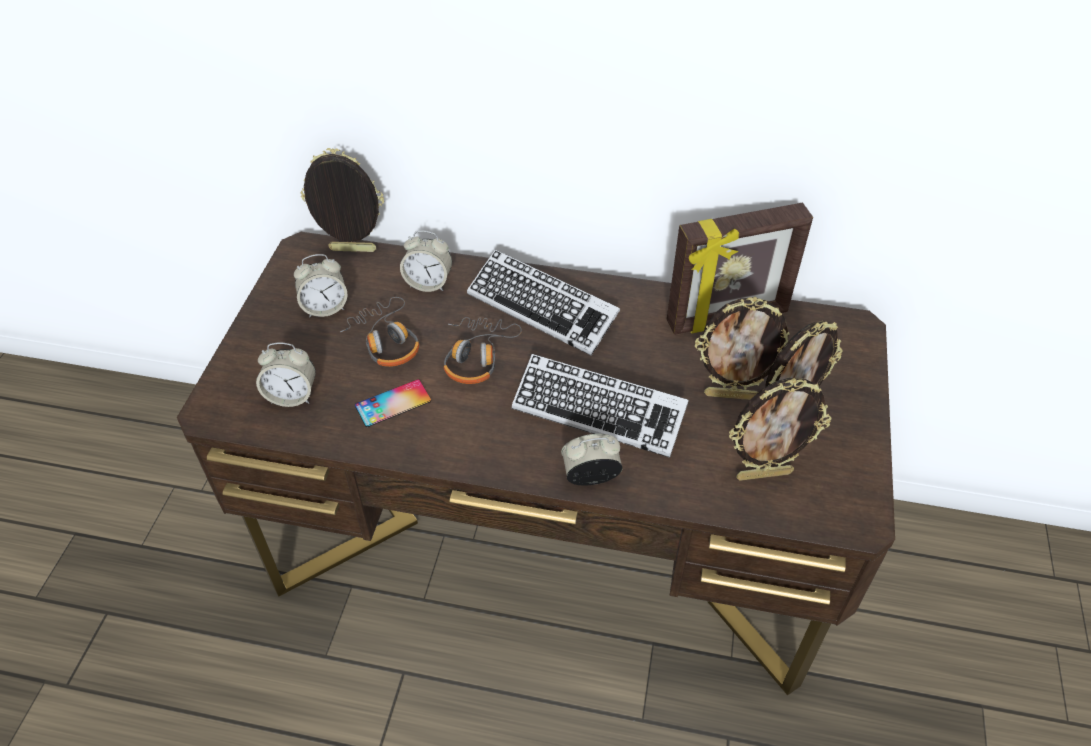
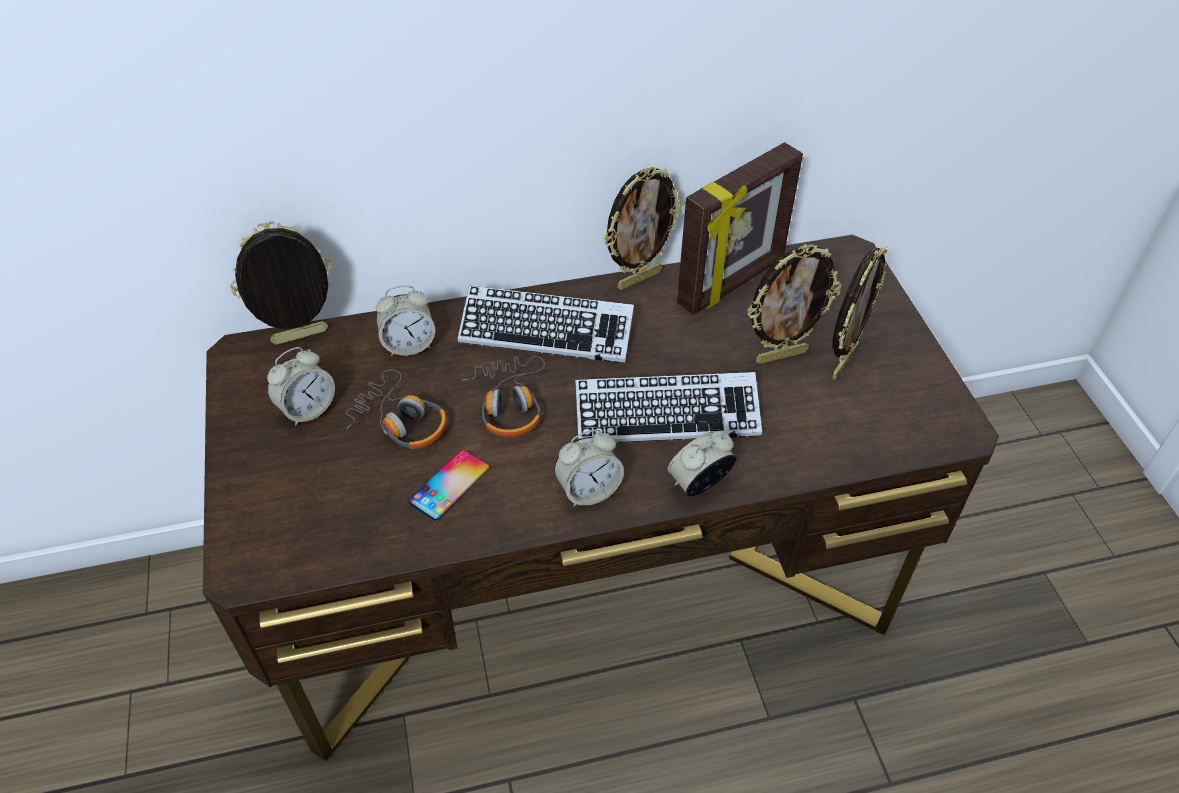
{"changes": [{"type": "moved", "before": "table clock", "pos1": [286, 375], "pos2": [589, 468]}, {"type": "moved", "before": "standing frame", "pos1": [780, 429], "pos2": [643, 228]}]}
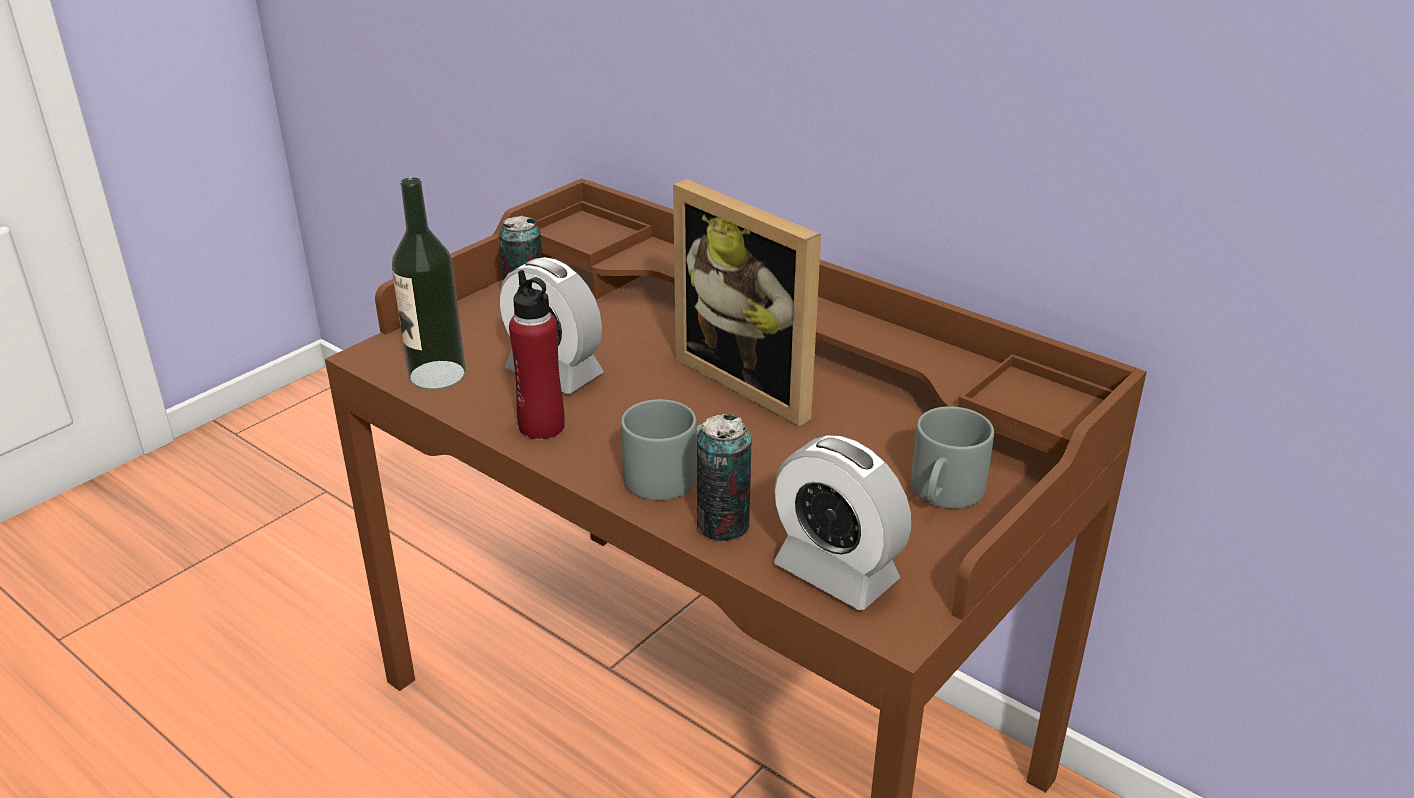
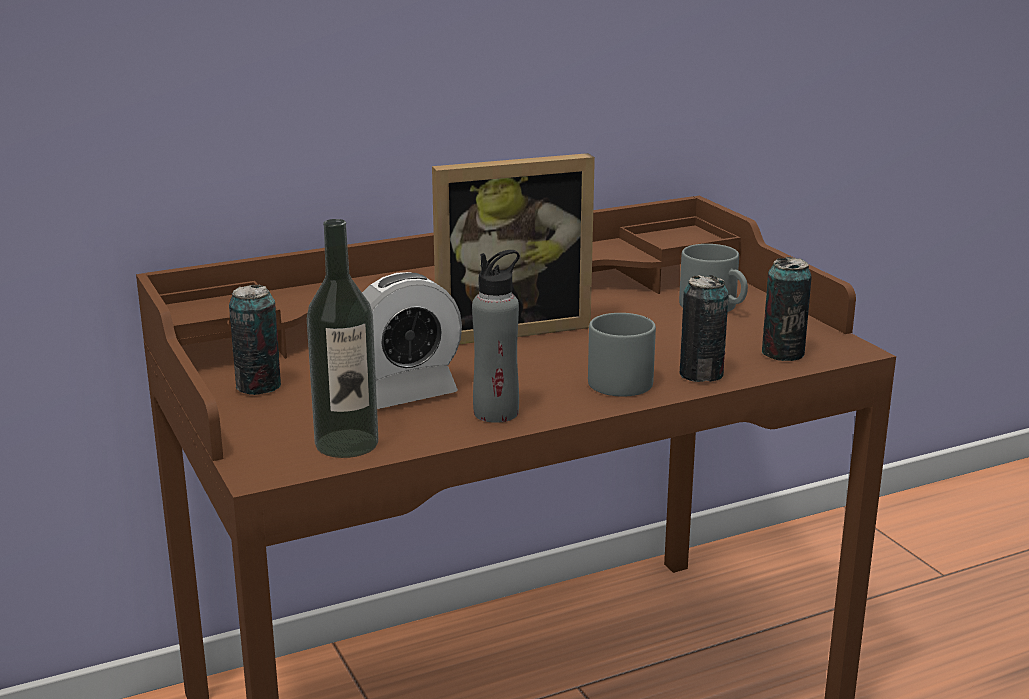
{"changes": [{"type": "replaced", "before": "table clock", "after": "metal can", "pos1": [842, 522], "pos2": [787, 309]}, {"type": "recoloured", "before": "red-coloured drink bottle", "after": "greyish drink bottle", "pos1": [537, 355], "pos2": [496, 336]}]}
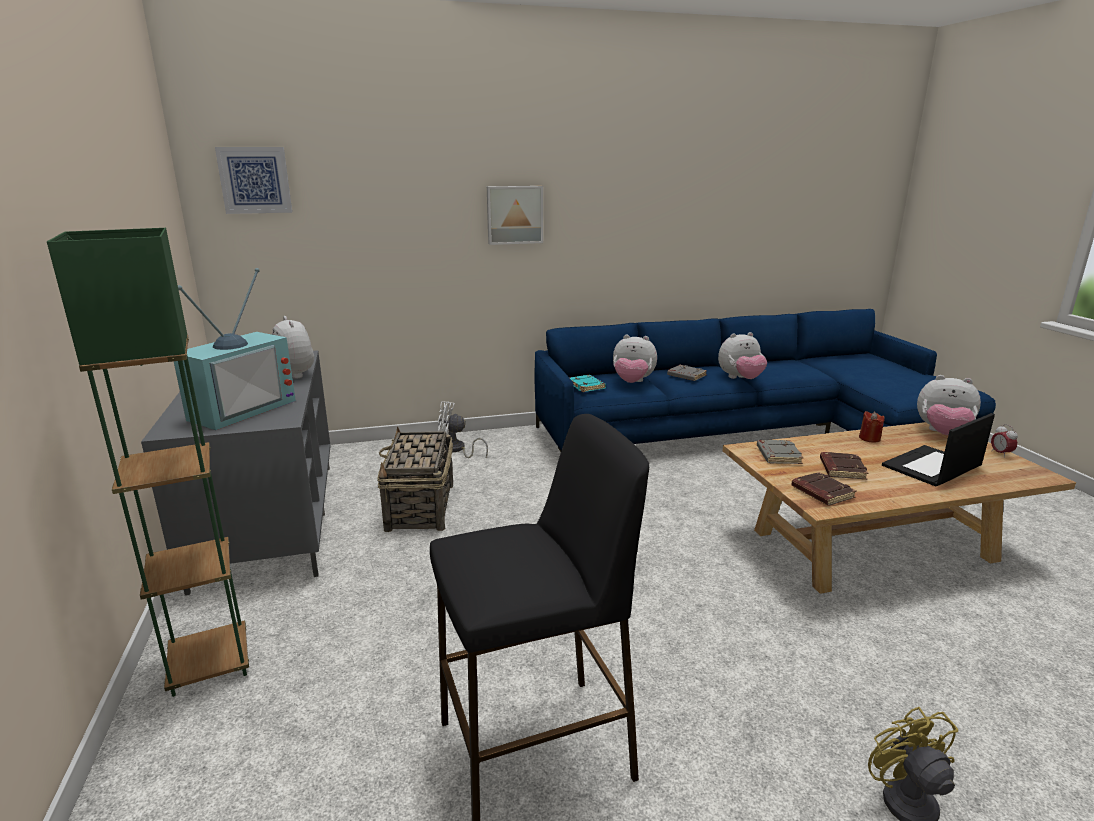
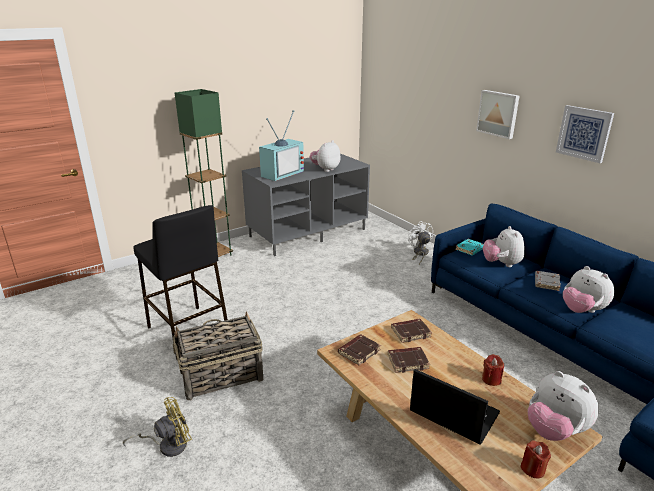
{"changes": [{"type": "moved", "before": "picture", "pos1": [253, 180], "pos2": [585, 134]}, {"type": "moved", "before": "household basket", "pos1": [415, 479], "pos2": [218, 355]}, {"type": "replaced", "before": "table clock", "after": "red-coloured wax light", "pos1": [1004, 441], "pos2": [535, 459]}, {"type": "recoloured", "before": "greyish bound book", "after": "brownish bound book", "pos1": [780, 452], "pos2": [411, 330]}, {"type": "turned", "before": "TV set", "pos1": [234, 349], "pos2": [281, 145], "turn": -60}, {"type": "turned", "before": "cuddly toy", "pos1": [949, 405], "pos2": [563, 406], "turn": -45}]}
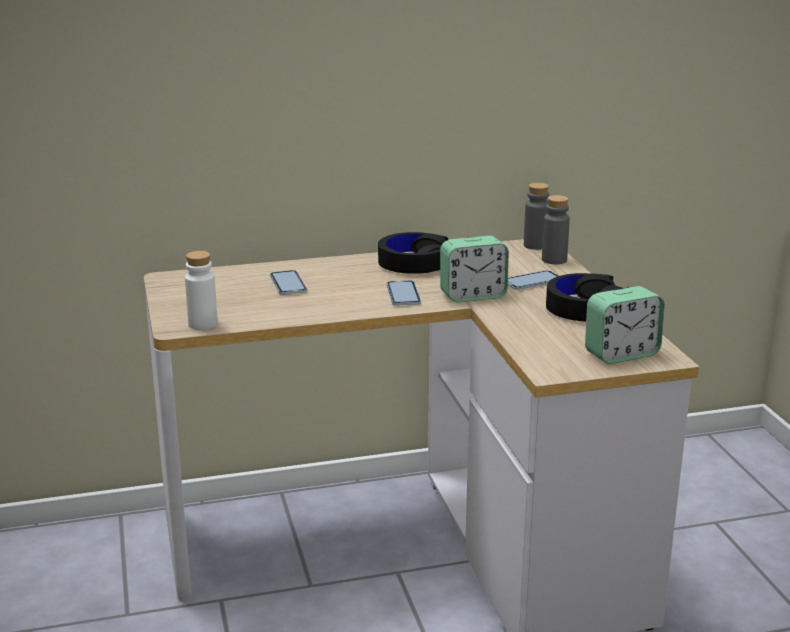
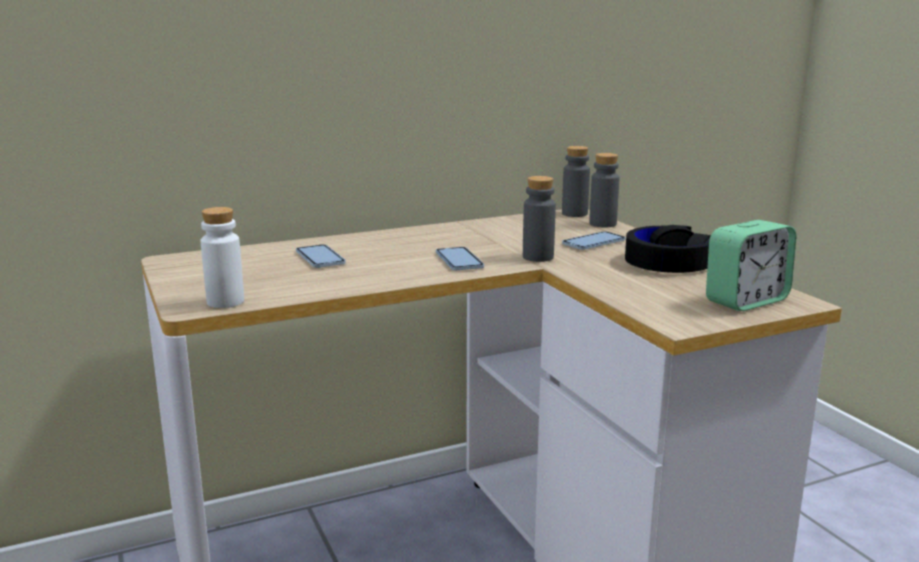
{"changes": [{"type": "removed", "before": "blackish pair of headphones", "pos1": [413, 253]}, {"type": "replaced", "before": "table clock", "after": "greyish drink bottle", "pos1": [474, 269], "pos2": [539, 219]}]}
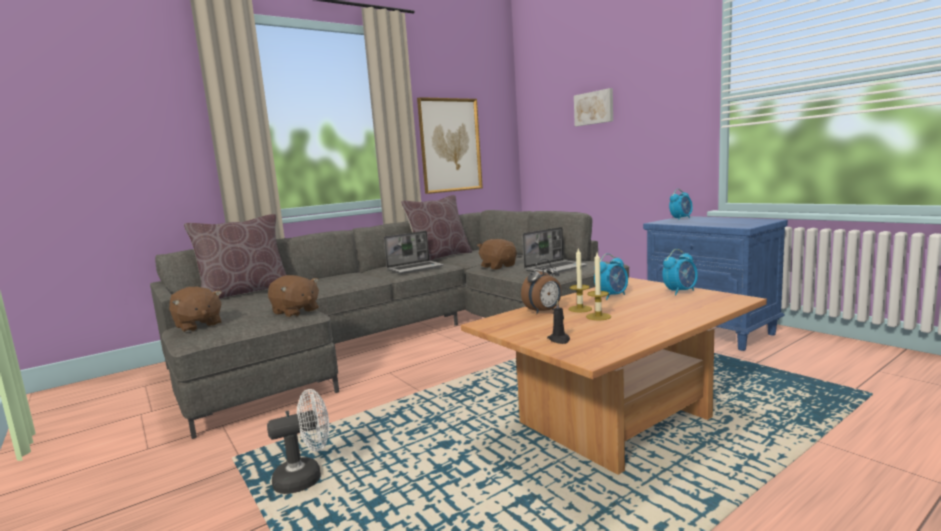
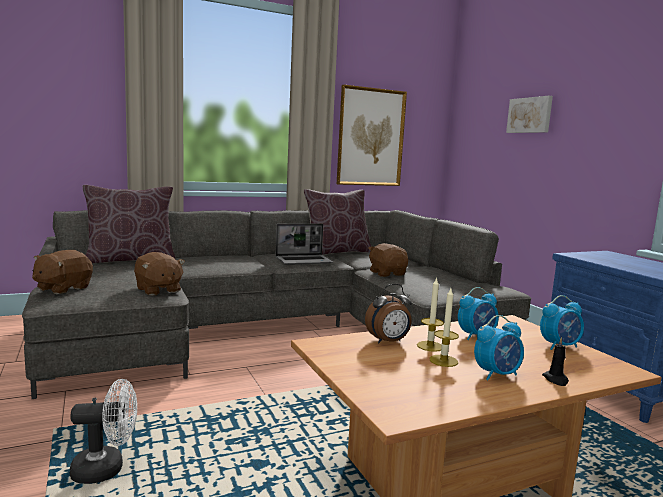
{"changes": [{"type": "removed", "before": "portable computer", "pos1": [555, 250]}, {"type": "moved", "before": "blackish wax light", "pos1": [558, 322], "pos2": [555, 361]}, {"type": "moved", "before": "table clock", "pos1": [681, 204], "pos2": [499, 347]}, {"type": "turned", "before": "brownish cuddly toy", "pos1": [195, 309], "pos2": [62, 272], "turn": 60}]}
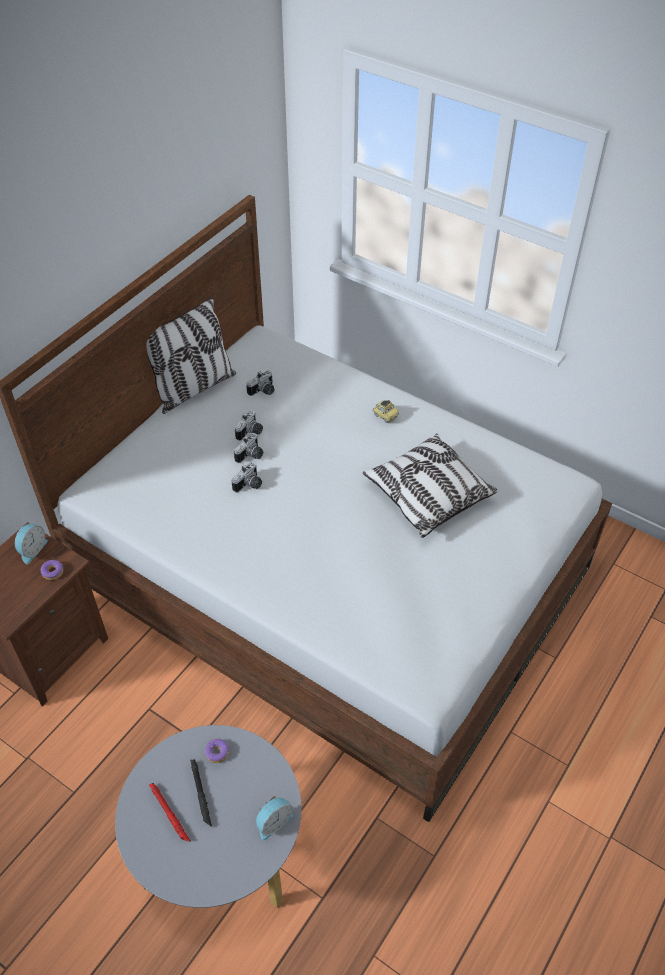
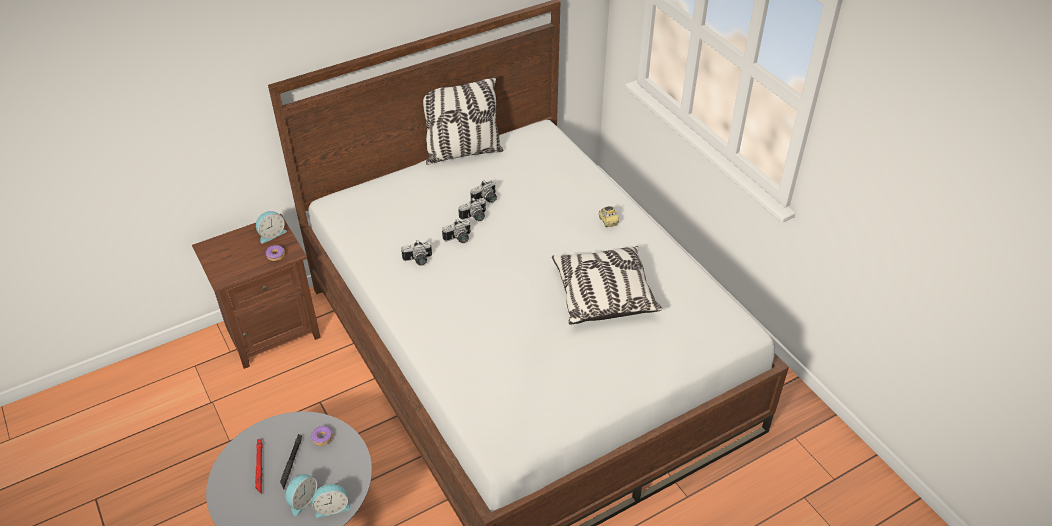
{"changes": [{"type": "added", "after": "table clock", "pos2": [301, 495]}, {"type": "moved", "before": "photo camera", "pos1": [260, 383], "pos2": [416, 253]}]}
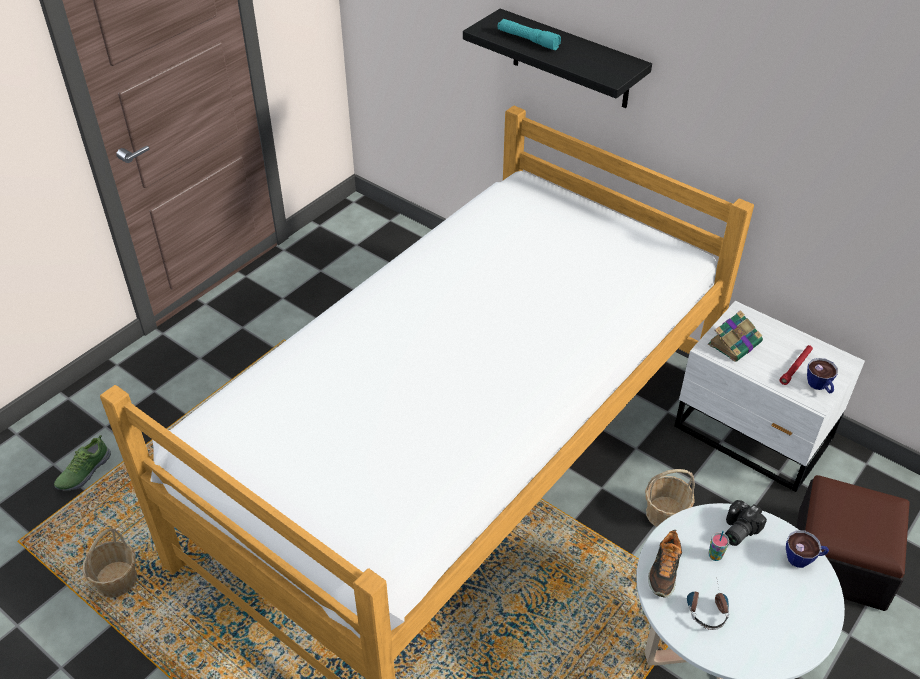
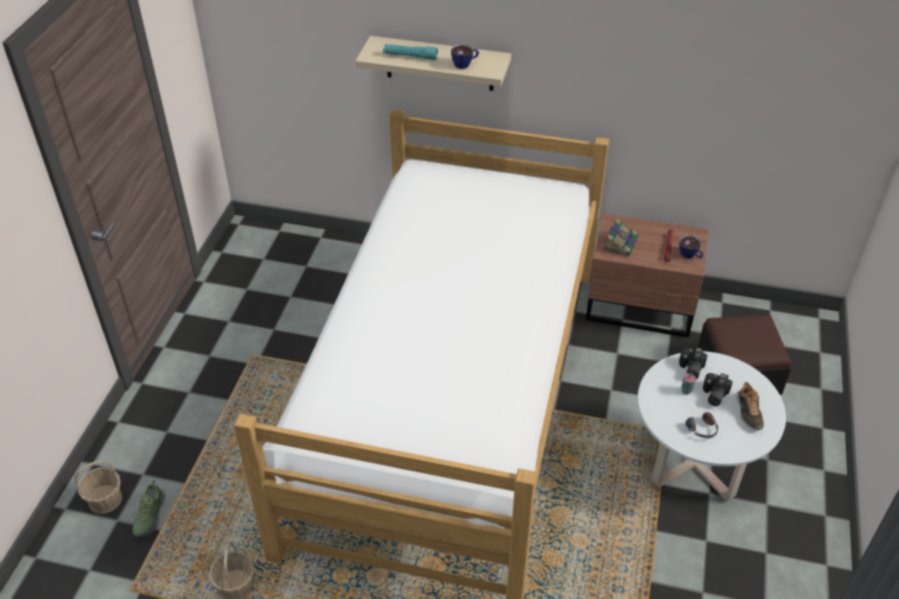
{"changes": [{"type": "added", "after": "photo camera", "pos2": [718, 389]}, {"type": "moved", "before": "household basket", "pos1": [670, 498], "pos2": [98, 487]}, {"type": "moved", "before": "low shoe", "pos1": [665, 564], "pos2": [750, 406]}, {"type": "moved", "before": "cup", "pos1": [807, 549], "pos2": [465, 56]}, {"type": "recoloured", "before": "blackish bracket shelf", "after": "sand-coloured bracket shelf", "pos1": [557, 58], "pos2": [433, 63]}, {"type": "recoloured", "before": "whitish night table", "after": "brownish night table", "pos1": [769, 396], "pos2": [647, 275]}]}
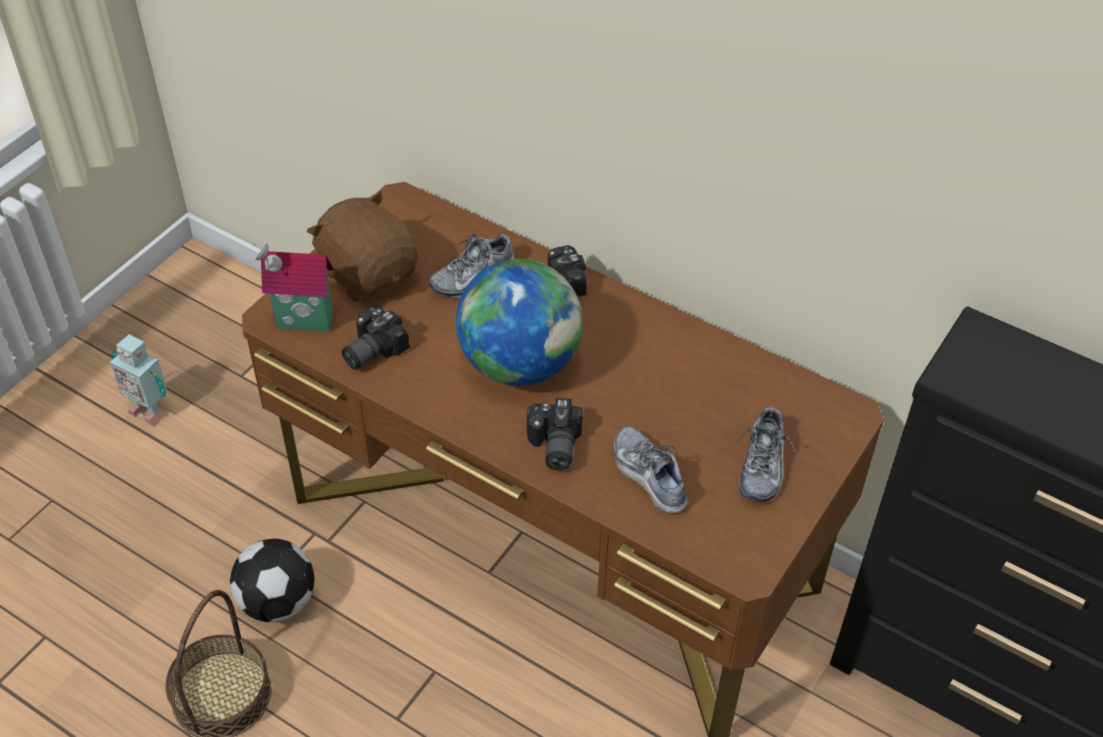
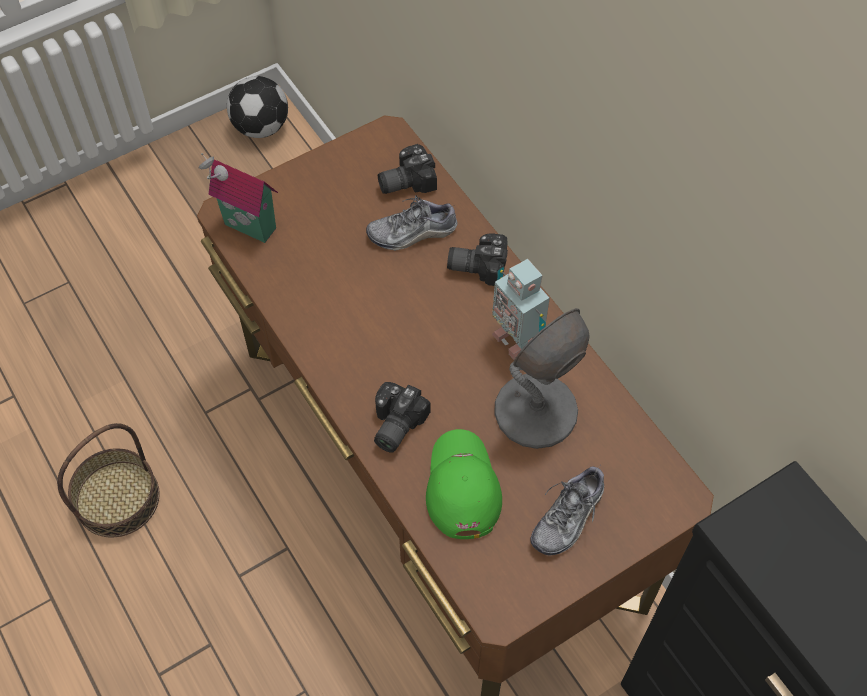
{"changes": [{"type": "removed", "before": "brownish cuddly toy", "pos1": [362, 246]}, {"type": "removed", "before": "world globe", "pos1": [519, 322]}, {"type": "added", "after": "greyish lamp for a table", "pos2": [542, 378]}, {"type": "moved", "before": "model robot", "pos1": [139, 380], "pos2": [521, 309]}, {"type": "moved", "before": "ball for football", "pos1": [272, 580], "pos2": [257, 107]}, {"type": "moved", "before": "photo camera", "pos1": [376, 337], "pos2": [407, 169]}, {"type": "replaced", "before": "low shoe", "after": "green-coloured peaked cap", "pos1": [650, 469], "pos2": [464, 484]}]}
